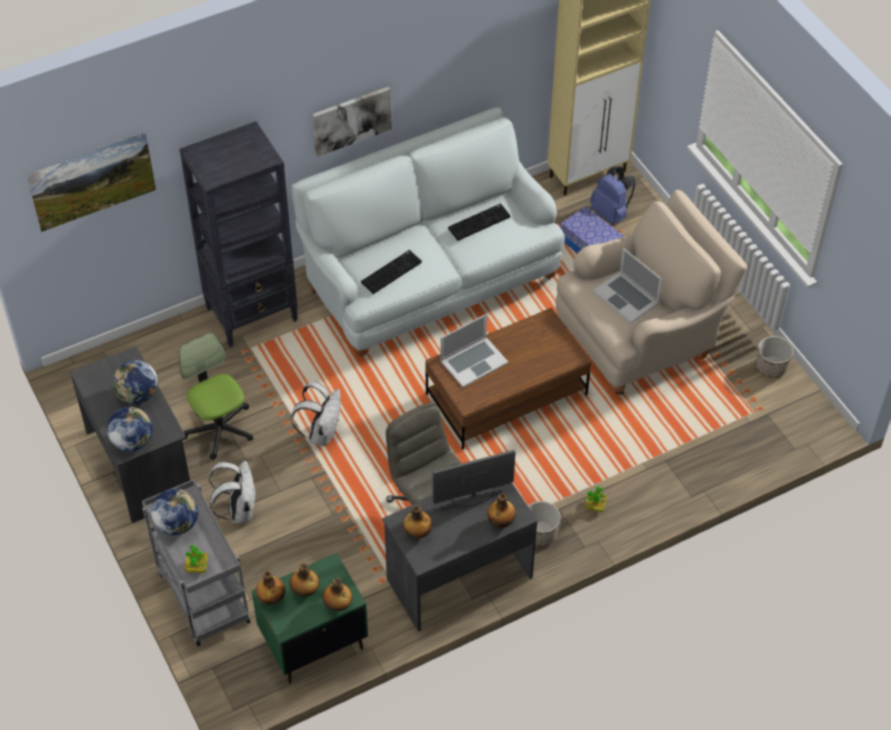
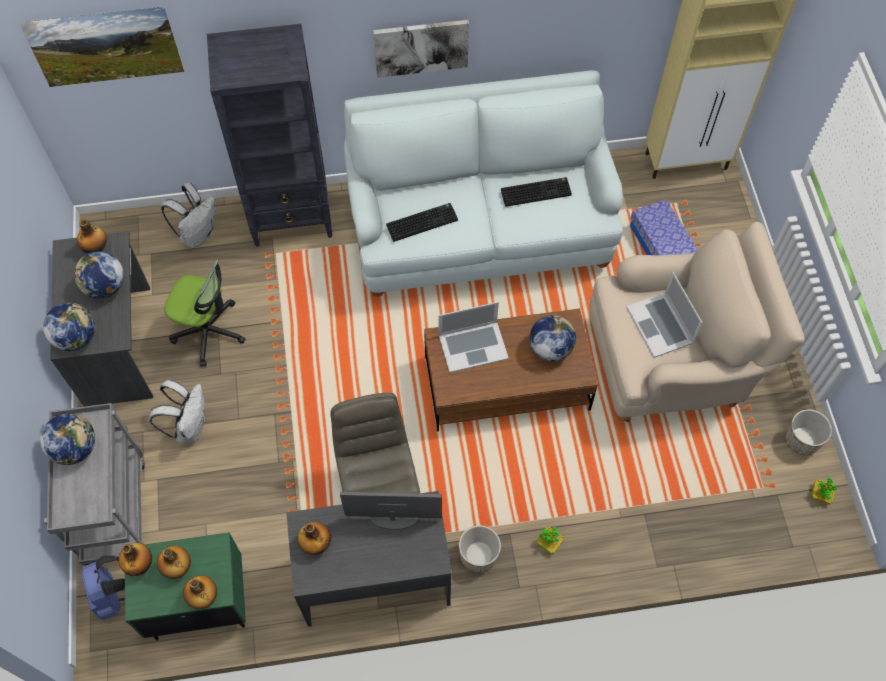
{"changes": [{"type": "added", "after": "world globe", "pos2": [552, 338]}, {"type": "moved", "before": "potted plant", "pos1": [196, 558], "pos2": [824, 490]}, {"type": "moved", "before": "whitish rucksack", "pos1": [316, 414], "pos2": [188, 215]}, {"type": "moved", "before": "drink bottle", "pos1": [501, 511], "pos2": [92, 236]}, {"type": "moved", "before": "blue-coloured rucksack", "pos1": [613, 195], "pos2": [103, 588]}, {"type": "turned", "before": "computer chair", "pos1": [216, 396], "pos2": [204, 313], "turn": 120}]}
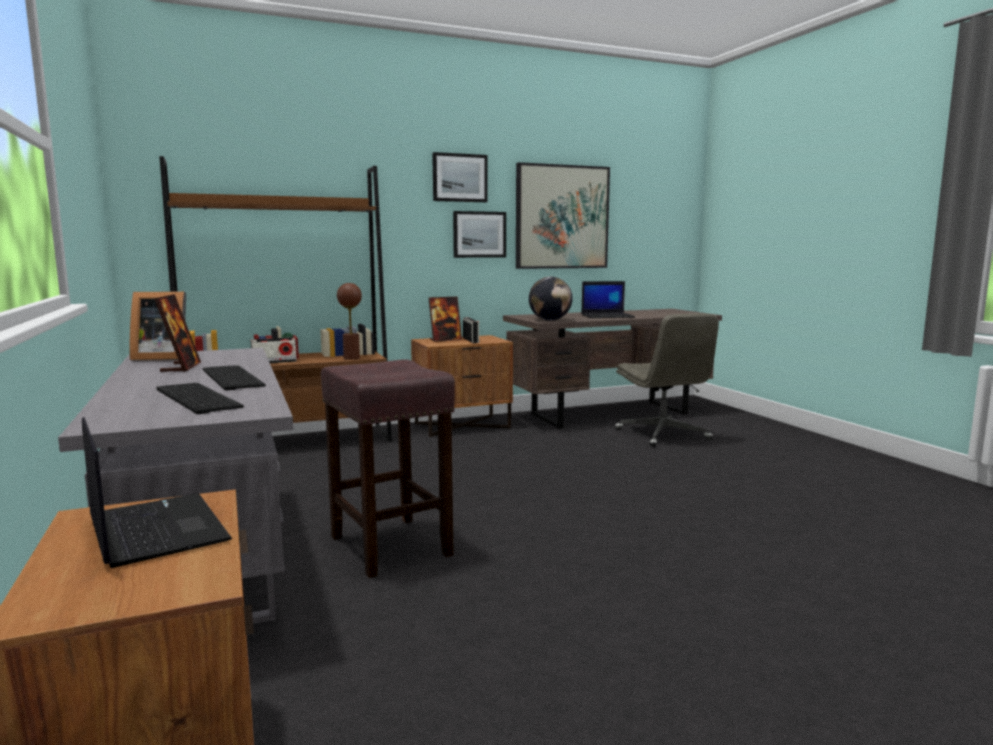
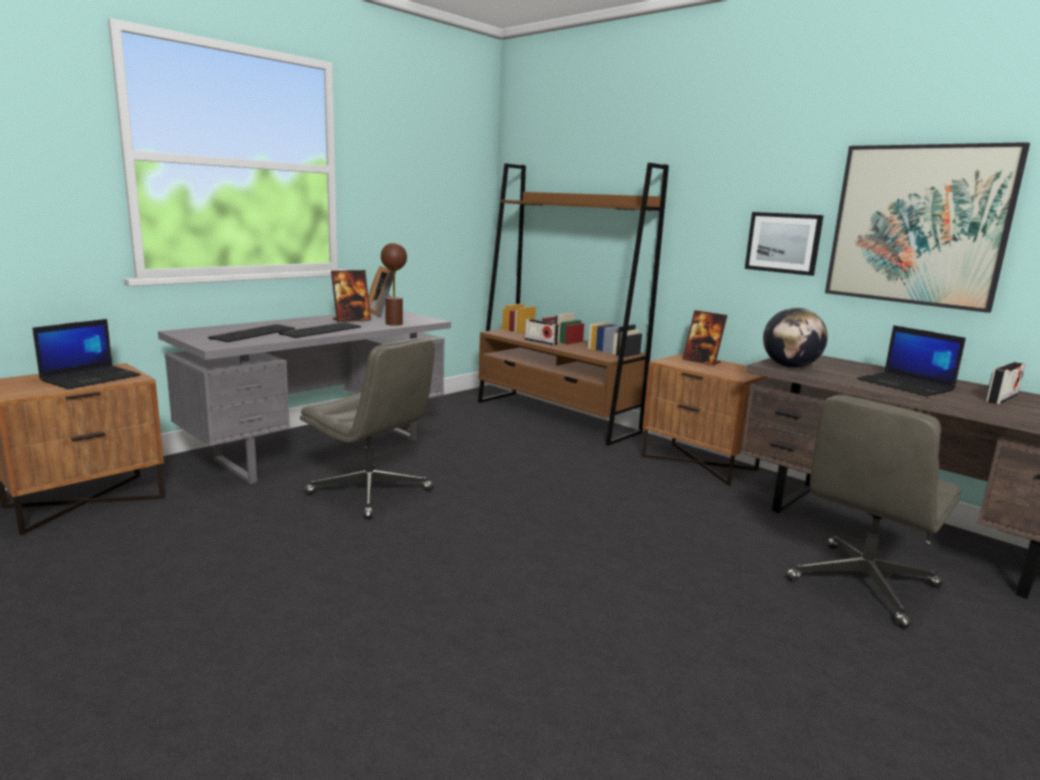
{"changes": [{"type": "removed", "before": "picture", "pos1": [460, 177]}, {"type": "moved", "before": "brownish lamp for a table", "pos1": [349, 321], "pos2": [394, 284]}, {"type": "moved", "before": "radio set", "pos1": [471, 330], "pos2": [1005, 383]}, {"type": "replaced", "before": "brownish sitting stool", "after": "greyish computer chair", "pos1": [388, 468], "pos2": [367, 428]}]}
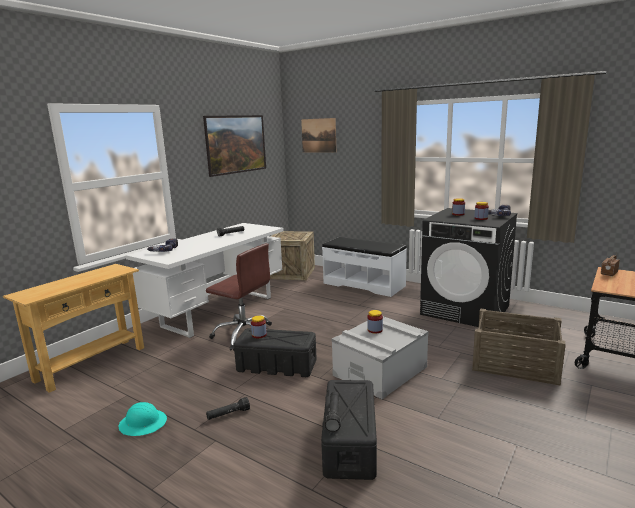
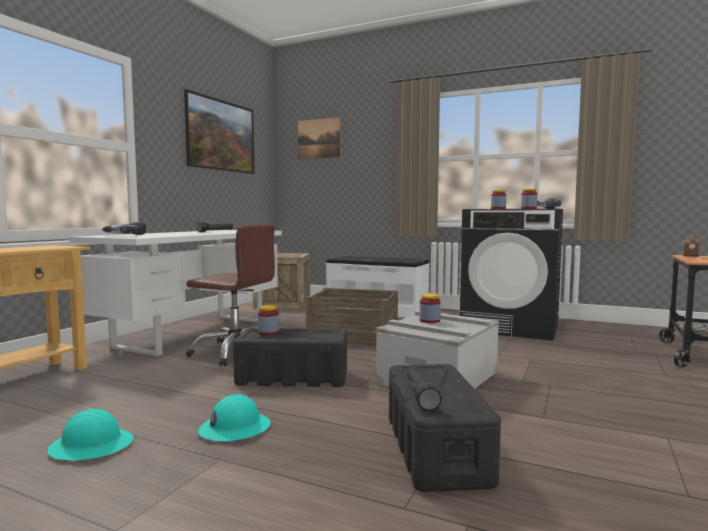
{"changes": [{"type": "moved", "before": "packing crate", "pos1": [519, 347], "pos2": [352, 317]}, {"type": "replaced", "before": "blackish hand torch", "after": "blue-green work helmet", "pos1": [228, 408], "pos2": [234, 417]}]}
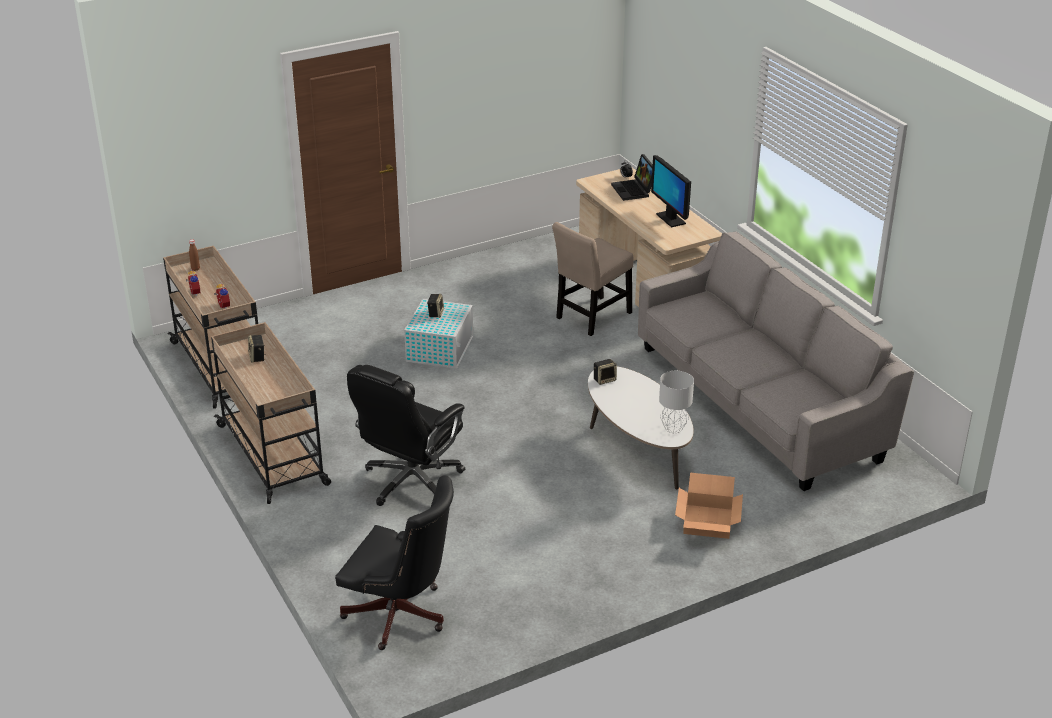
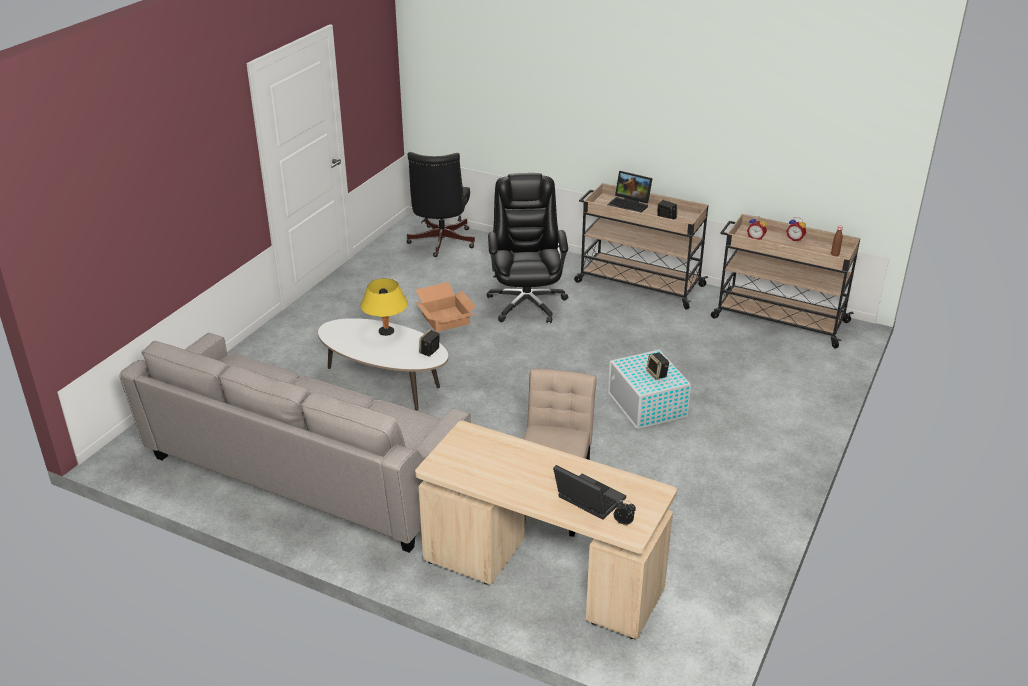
{"changes": [{"type": "removed", "before": "computer display", "pos1": [671, 191]}, {"type": "removed", "before": "greyish lamp for a table", "pos1": [676, 402]}, {"type": "added", "after": "yellow lamp for a table", "pos2": [384, 307]}, {"type": "added", "after": "portable computer", "pos2": [630, 192]}, {"type": "moved", "before": "cardboard box", "pos1": [709, 506], "pos2": [445, 307]}, {"type": "turned", "before": "blackish computer chair", "pos1": [394, 562], "pos2": [440, 204], "turn": -75}]}
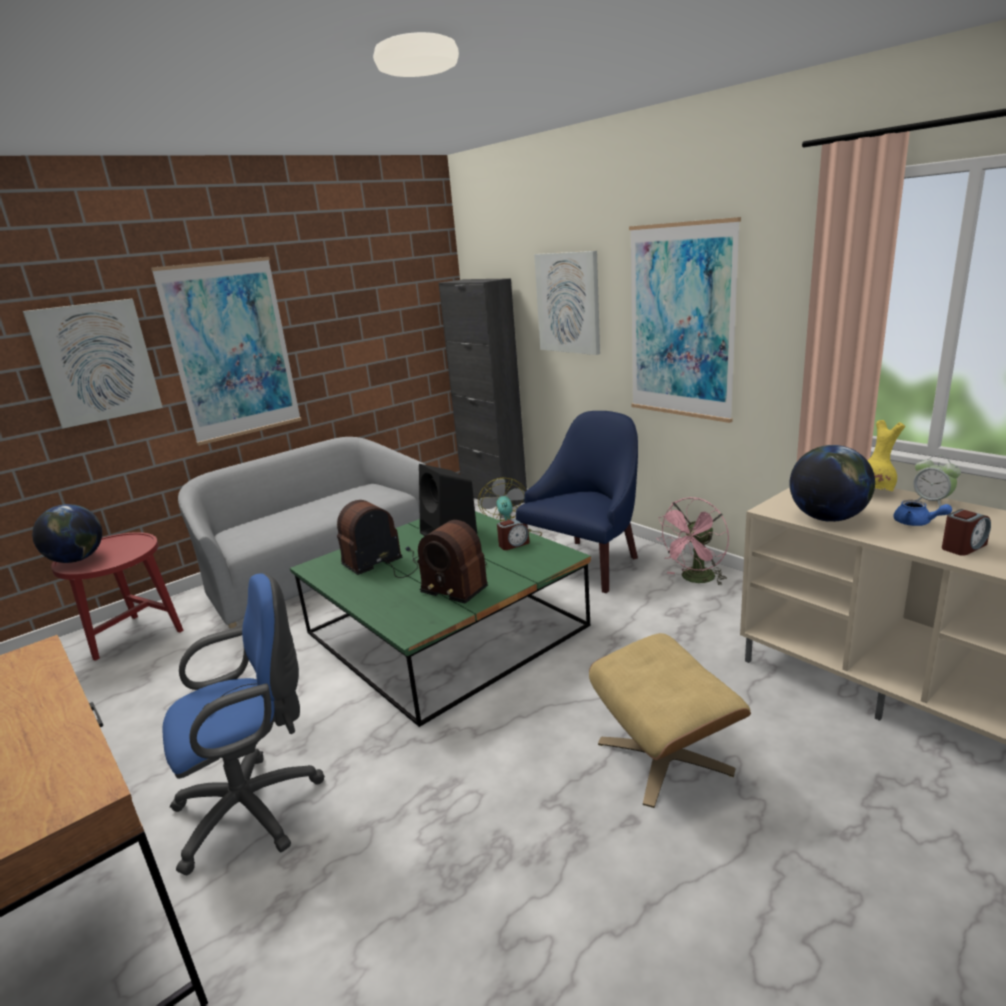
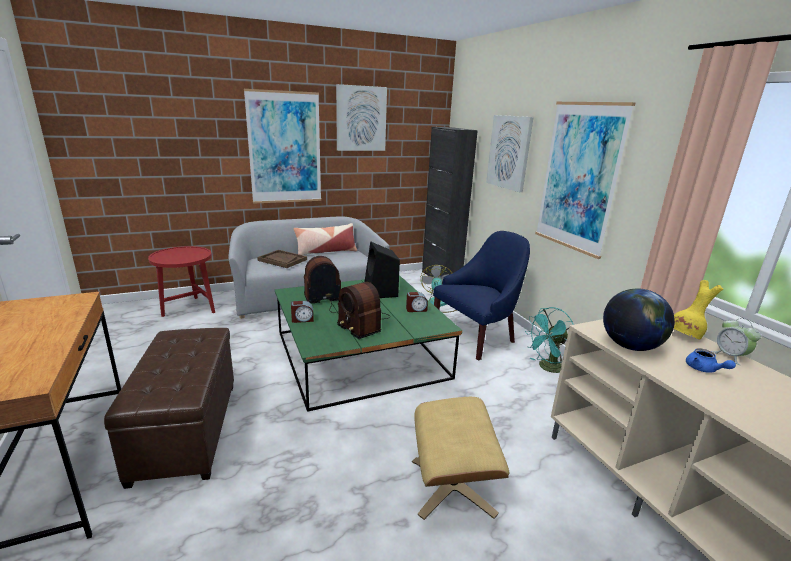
{"changes": [{"type": "removed", "before": "world globe", "pos1": [67, 533]}, {"type": "added", "after": "brownish carrying tray", "pos2": [282, 259]}, {"type": "added", "after": "pillow", "pos2": [325, 239]}, {"type": "moved", "before": "picture", "pos1": [93, 363], "pos2": [361, 117]}, {"type": "moved", "before": "table clock", "pos1": [966, 532], "pos2": [302, 312]}, {"type": "replaced", "before": "blue-coloured computer chair", "after": "brownish pouffe", "pos1": [243, 724], "pos2": [169, 408]}, {"type": "recoloured", "before": "pinkish fan", "after": "blue-green fan", "pos1": [692, 541], "pos2": [549, 340]}]}
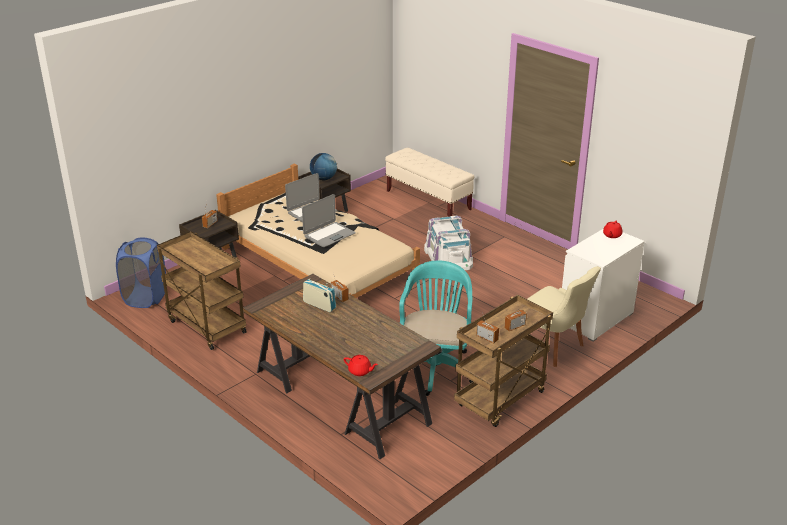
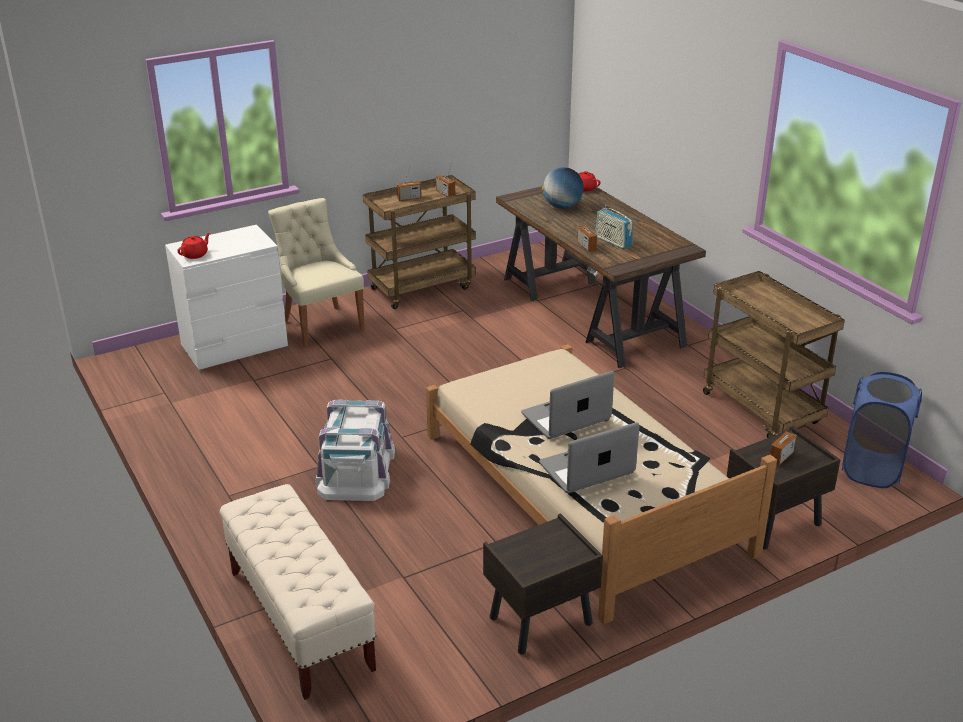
{"changes": [{"type": "removed", "before": "blue-green computer chair", "pos1": [436, 328]}, {"type": "moved", "before": "world globe", "pos1": [323, 166], "pos2": [563, 188]}]}
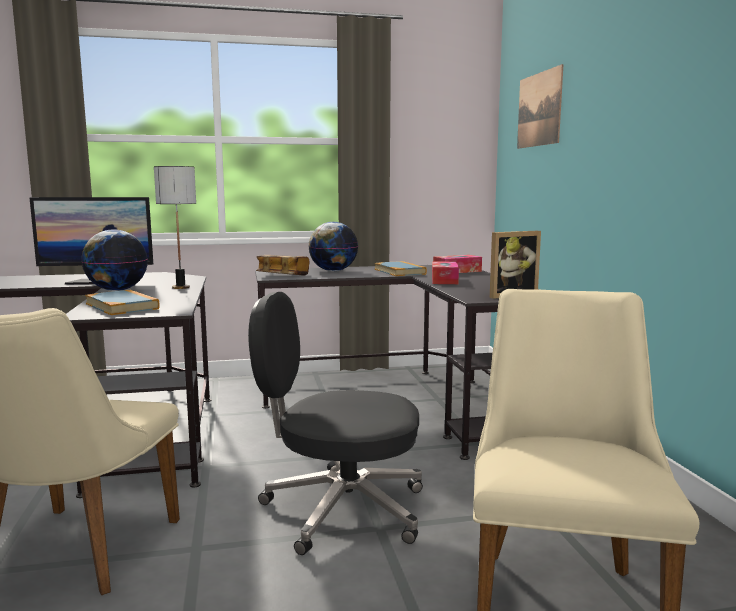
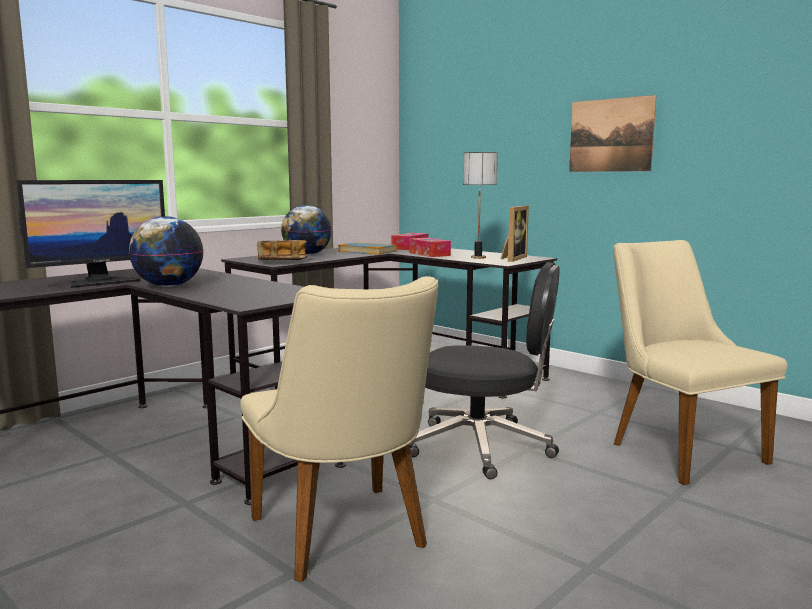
{"changes": [{"type": "removed", "before": "bound book", "pos1": [122, 302]}, {"type": "moved", "before": "lamp for a table", "pos1": [175, 227], "pos2": [480, 205]}, {"type": "moved", "before": "picture", "pos1": [540, 106], "pos2": [613, 133]}, {"type": "turned", "before": "blackish computer chair", "pos1": [335, 423], "pos2": [484, 370], "turn": -135}]}
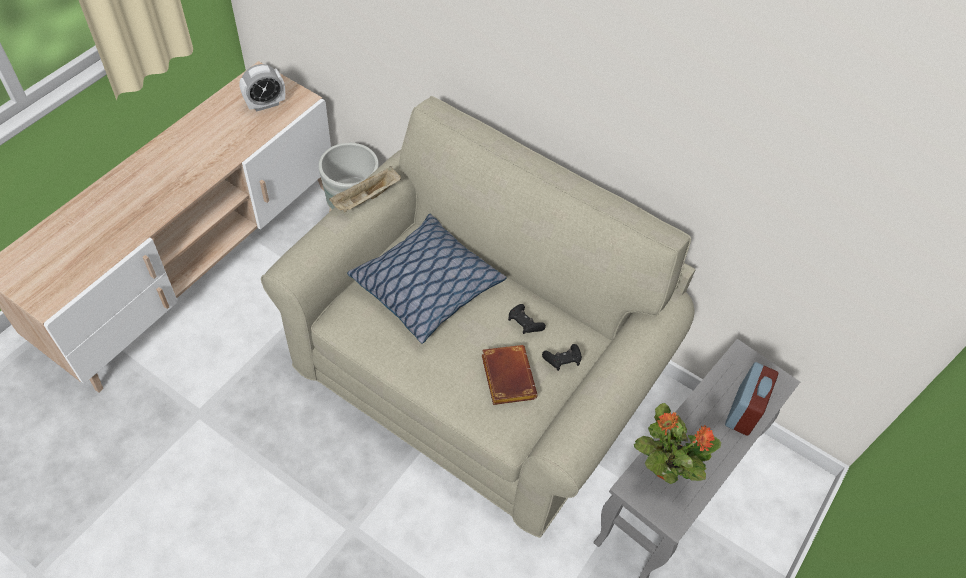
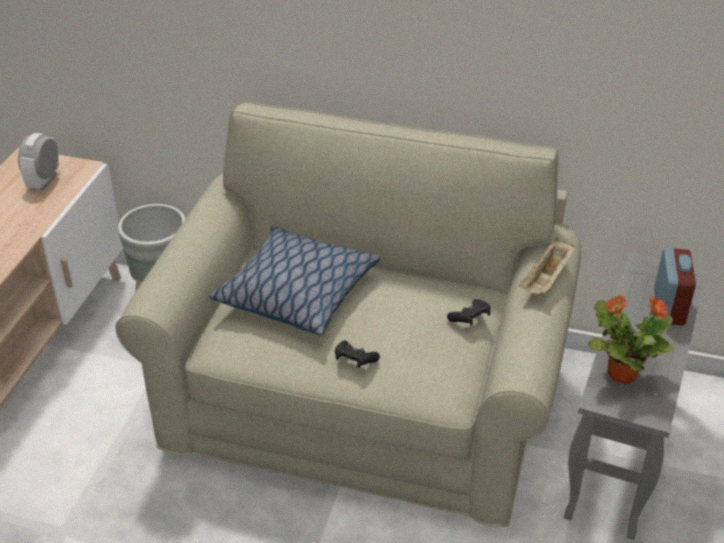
{"changes": [{"type": "removed", "before": "brownish bound book", "pos1": [509, 375]}, {"type": "moved", "before": "sand-coloured carrying tray", "pos1": [365, 189], "pos2": [547, 266]}, {"type": "moved", "before": "blackish game controller", "pos1": [527, 319], "pos2": [357, 354]}, {"type": "turned", "before": "table clock", "pos1": [262, 88], "pos2": [38, 161], "turn": 150}]}
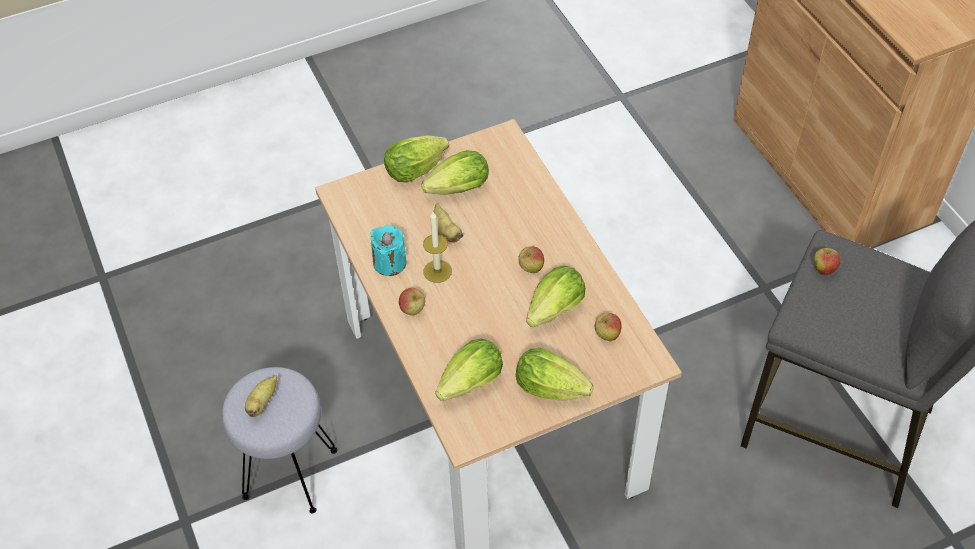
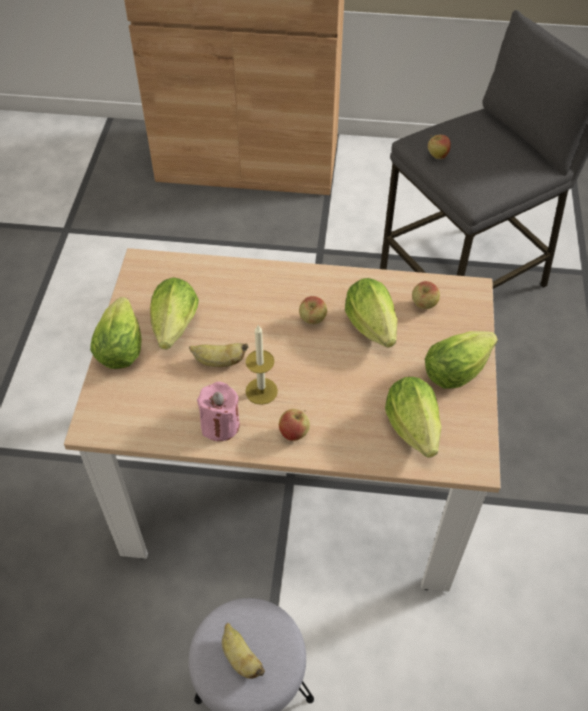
{"changes": [{"type": "recoloured", "before": "blue-green wax light", "after": "pinkish wax light", "pos1": [388, 250], "pos2": [218, 411]}]}
